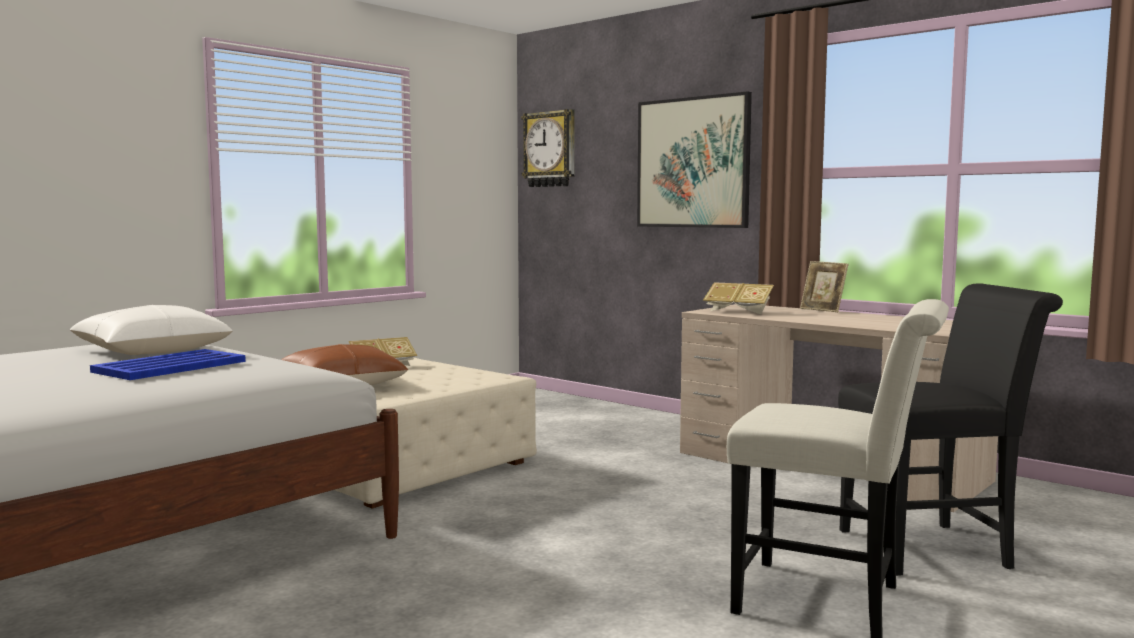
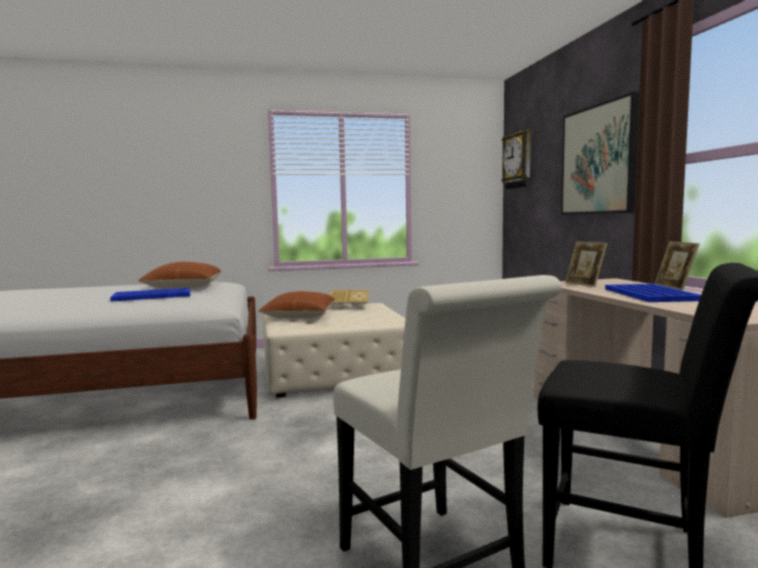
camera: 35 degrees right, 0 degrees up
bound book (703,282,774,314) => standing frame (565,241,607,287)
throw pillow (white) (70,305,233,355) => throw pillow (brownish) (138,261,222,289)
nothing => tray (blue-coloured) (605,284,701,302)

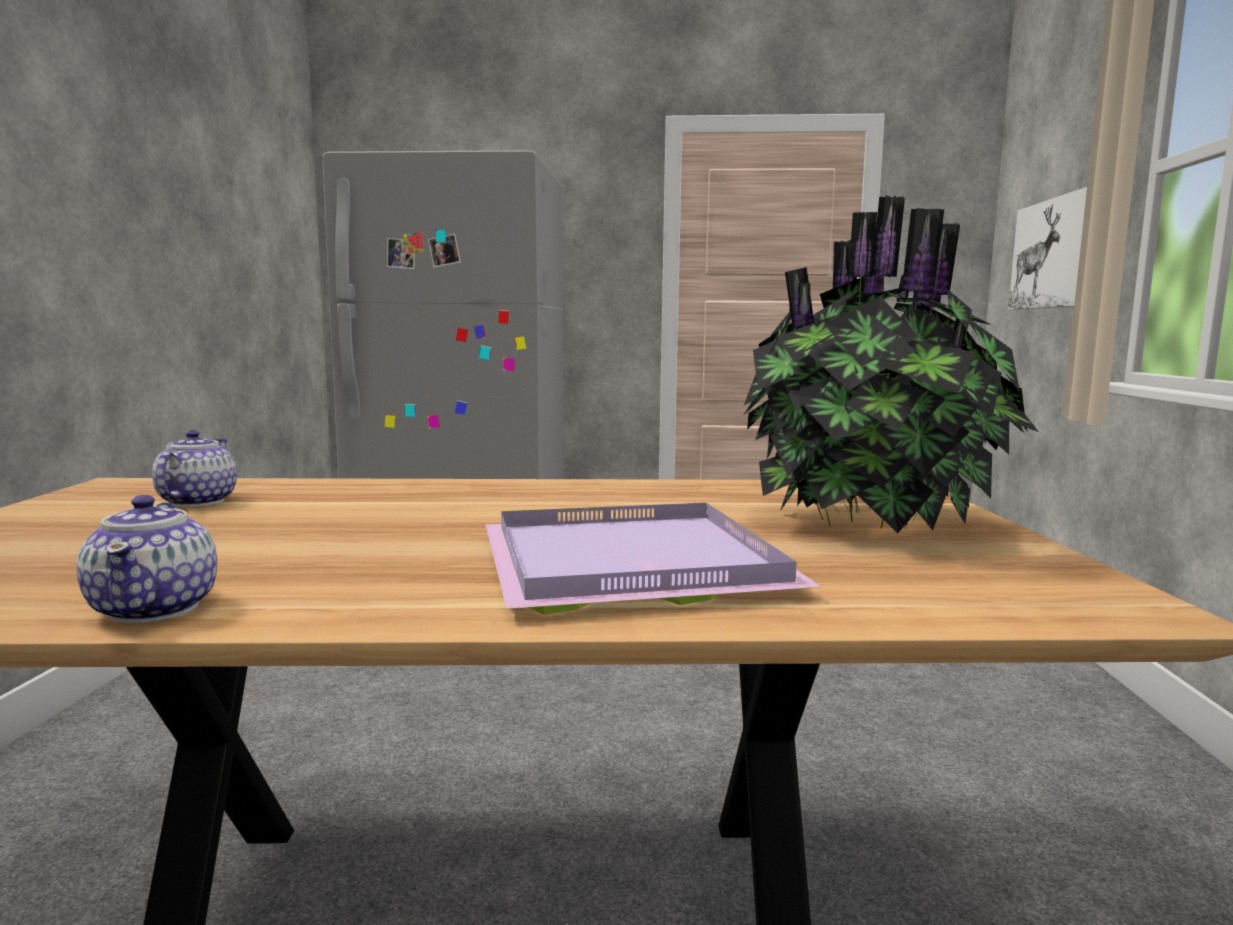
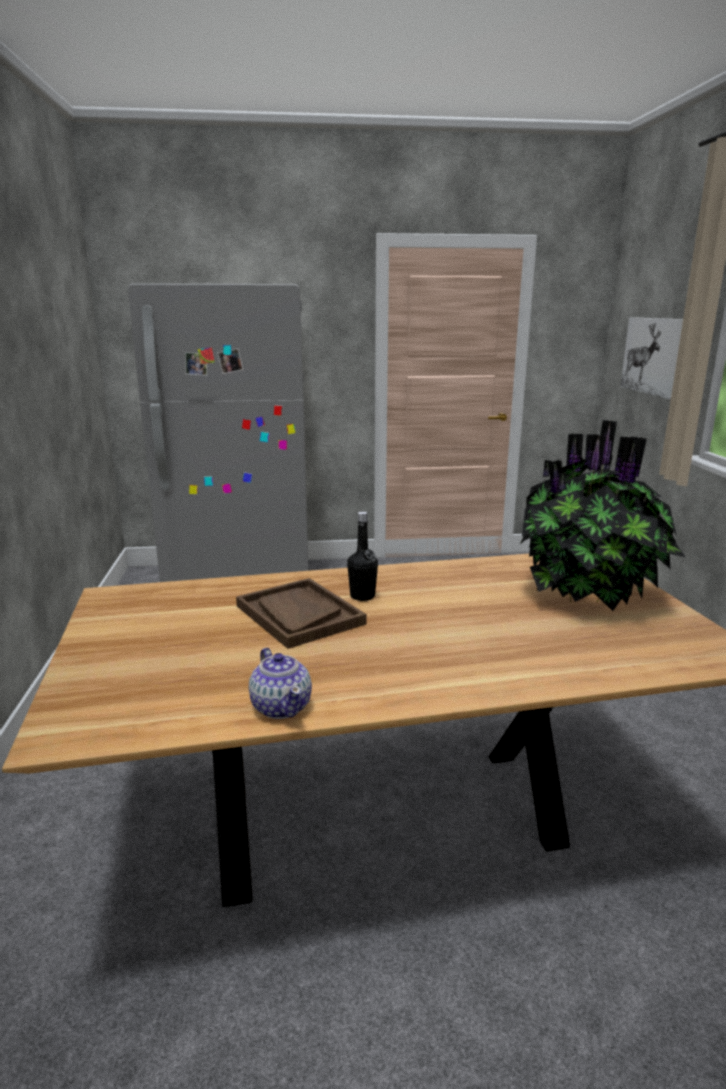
camera: 10 degrees left, 10 degrees up
tea pot (152,430,237,507) => nothing
tray (purple) (486,503,821,615) => nothing
nothing => beverage bottle (black-coloured) (347,512,378,601)
nothing => tray (brownish) (236,578,367,649)

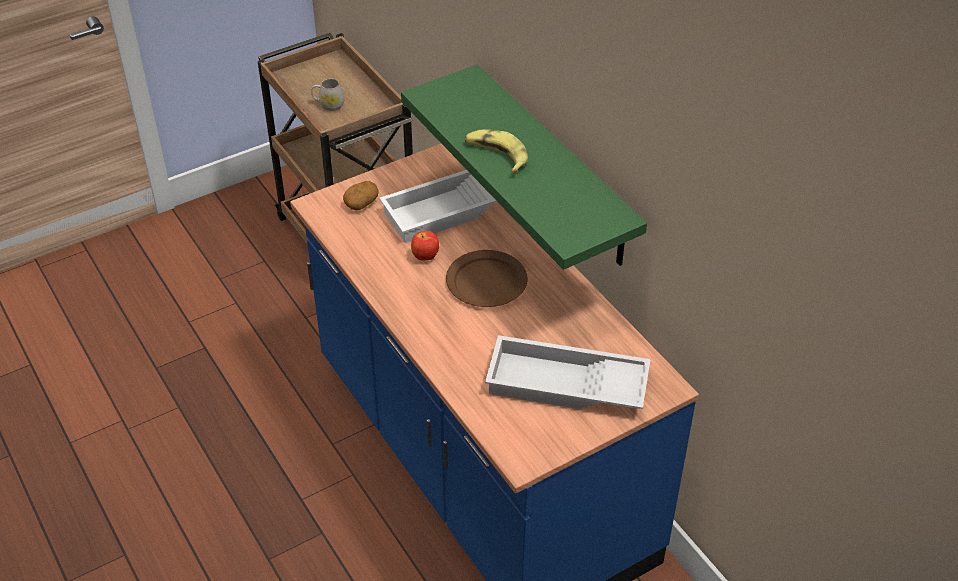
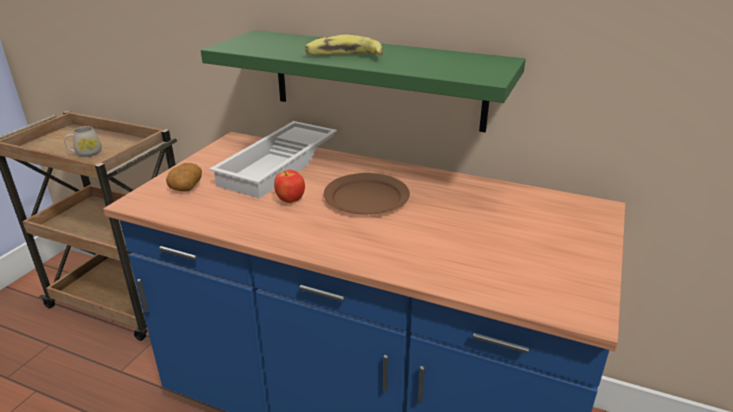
camera: 35 degrees left, 15 degrees down
tray (white) (485,335,651,409) => nothing

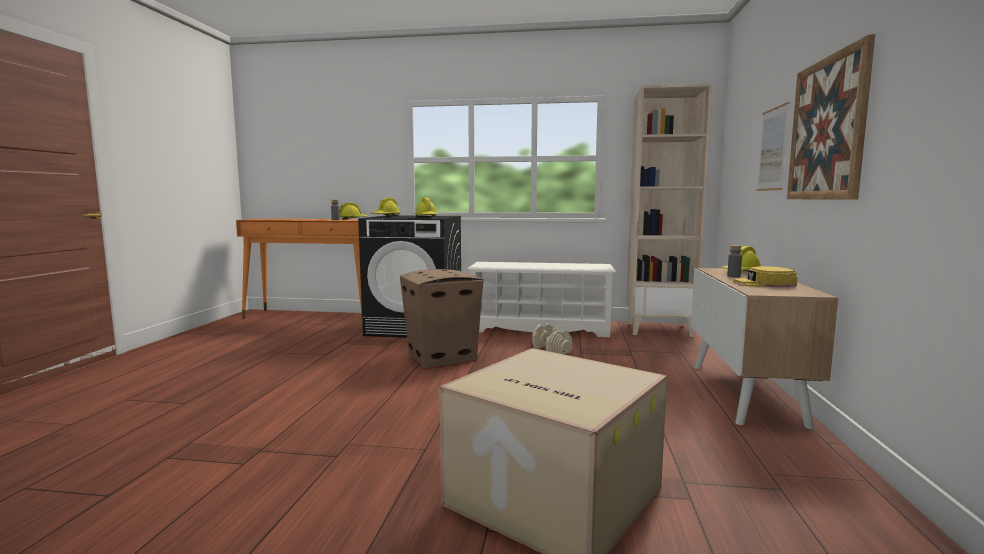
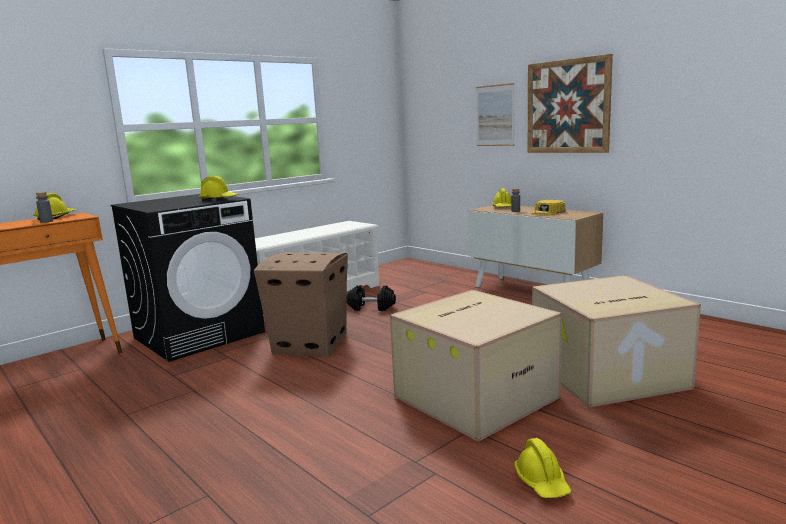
camera: 50 degrees left, 5 degrees up
bookshelf (sand-coloured) (626,84,712,337) => nothing
work helmet (yellow) (371,198,401,216) => work helmet (yellow) (514,438,571,498), shifted
dumbbell (sand-coloured) (532,324,573,354) => dumbbell (black-coloured) (347,285,396,311)
nothing => packing box (390,290,562,442)

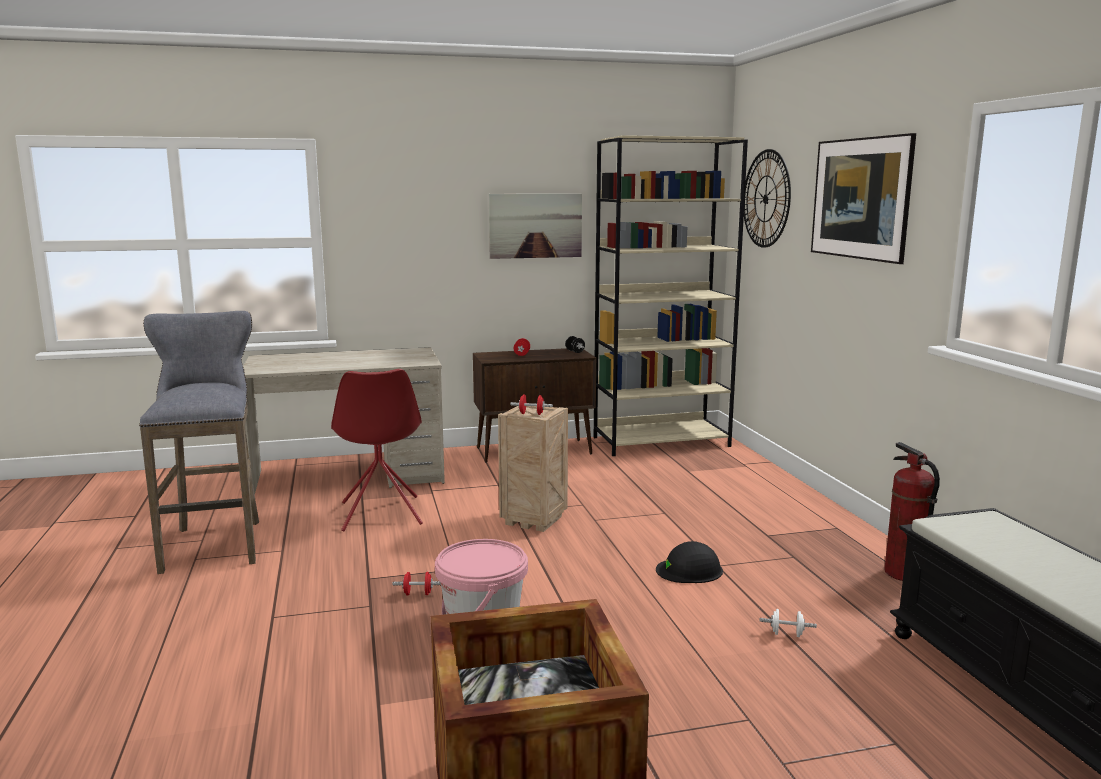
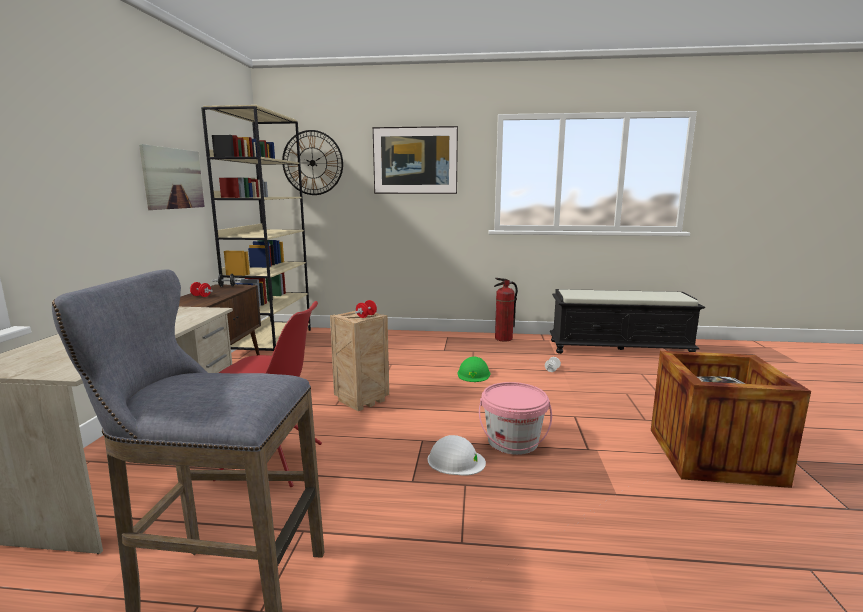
camera: 70 degrees left, 0 degrees up
work helmet (black-coloured) (656,541,723,583) => work helmet (green-coloured) (458,356,490,382)
dumbbell (red) (392,572,441,596) => work helmet (white) (427,435,486,476)

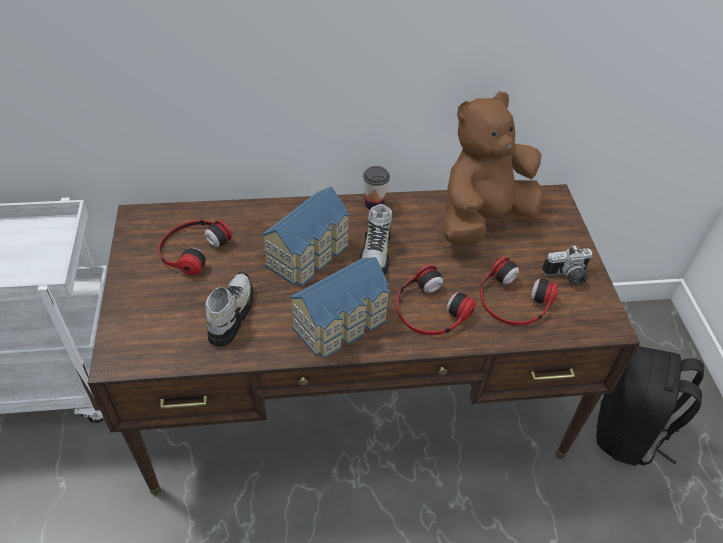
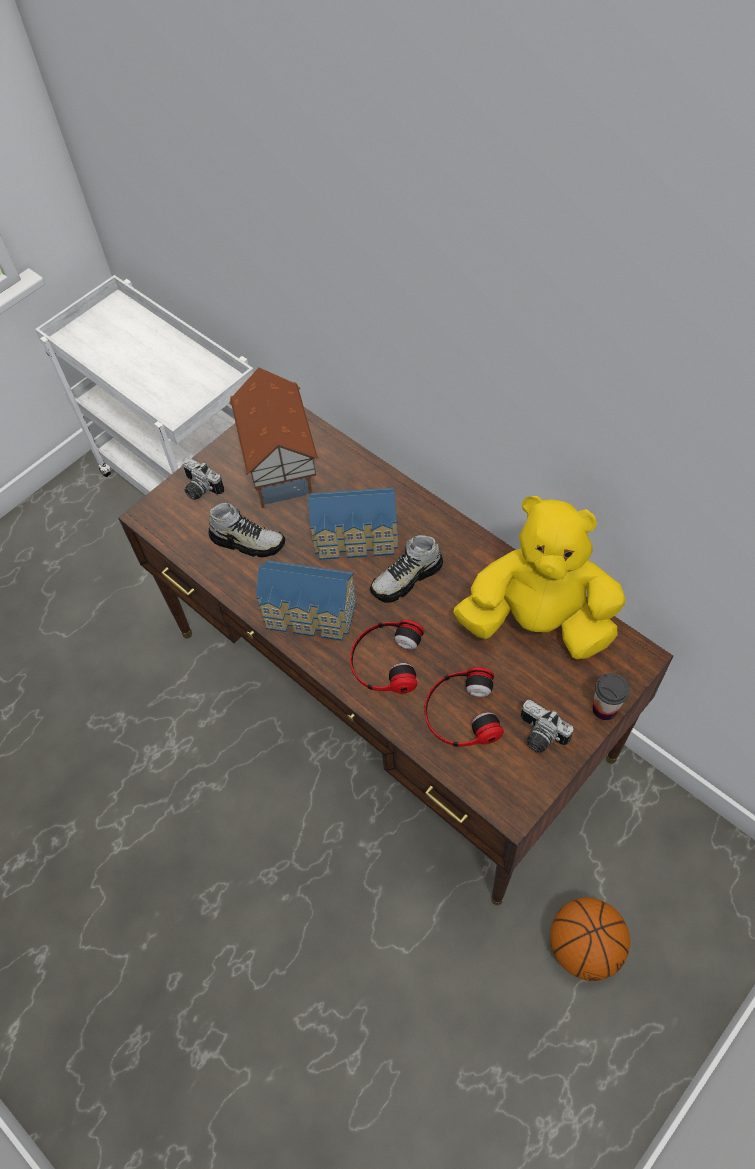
camera: 55 degrees right, 10 degrees up
soft toy (brownish) (443,91,542,245) => soft toy (yellow) (453,496,626,660)
drinking cup (363,166,390,210) => drinking cup (592,673,630,720), shifted
headphones (158,220,232,276) => toy house (229,368,319,508)
shoe (206,272,253,346) => shoe (208,503,285,557), 45 degrees clockwise
rucksack (black-coloured) (596,346,704,466) => ball for basketball (550,898,630,981)
nothing => still camera (182,457,224,500)

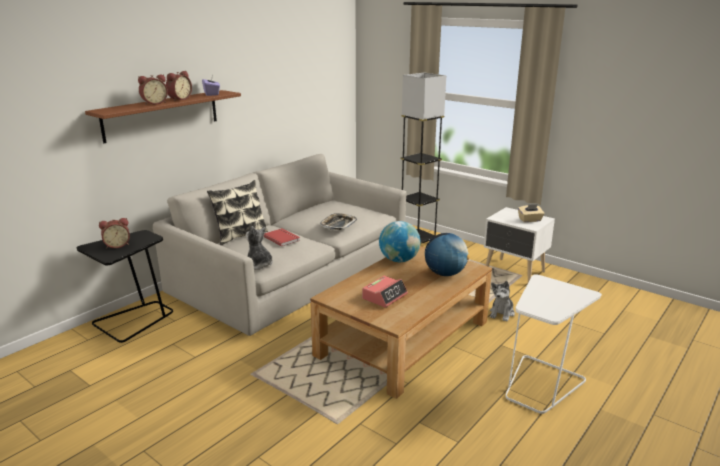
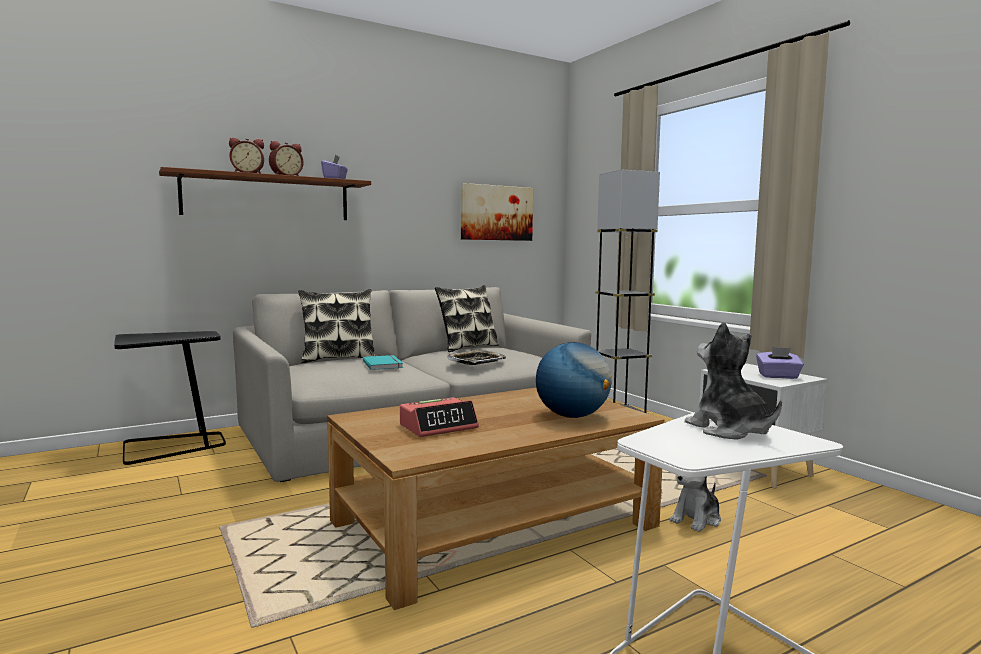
camera: 20 degrees right, 15 degrees down
tissue box (sand-coloured) (518,204,544,222) => tissue box (purple) (756,347,804,379)
bedside clock (99,218,130,249) => nothing
world globe (379,221,421,262) => nothing
soft toy (246,226,273,270) => soft toy (685,322,782,440), shifted
bound book (red) (264,228,300,246) => bound book (blue-green) (363,355,403,370)
nothing => wall art (461,183,533,241)
nothing => throw pillow (435,285,499,352)

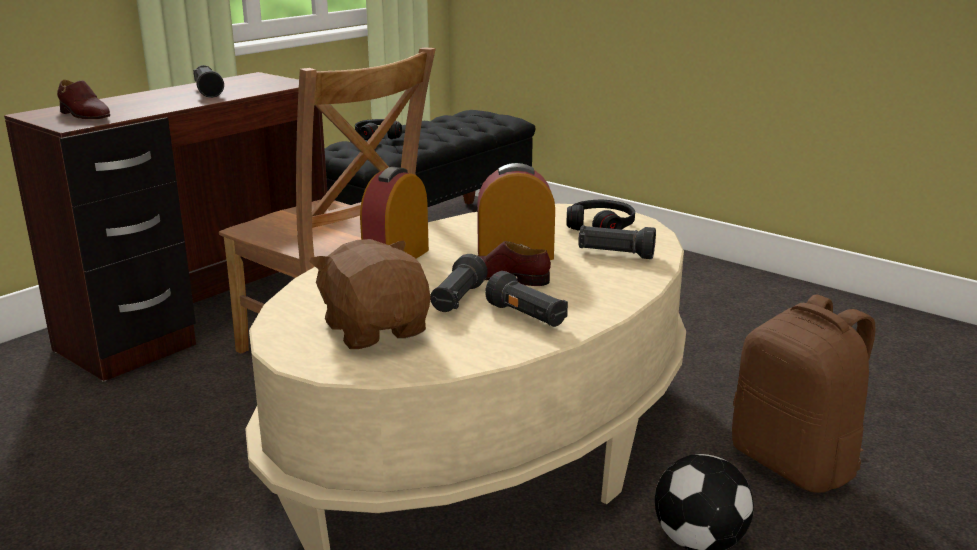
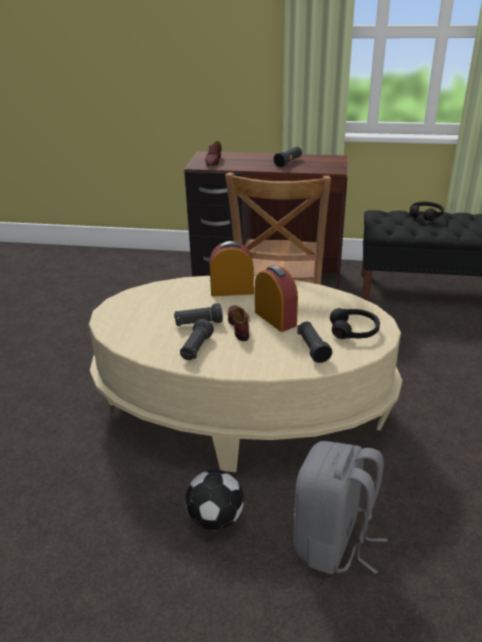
camera: 60 degrees right, 10 degrees up
soft toy (brownish) (309,239,431,349) => nothing
rucksack (brownish) (732,294,876,493) => rucksack (greyish) (293,441,387,574)

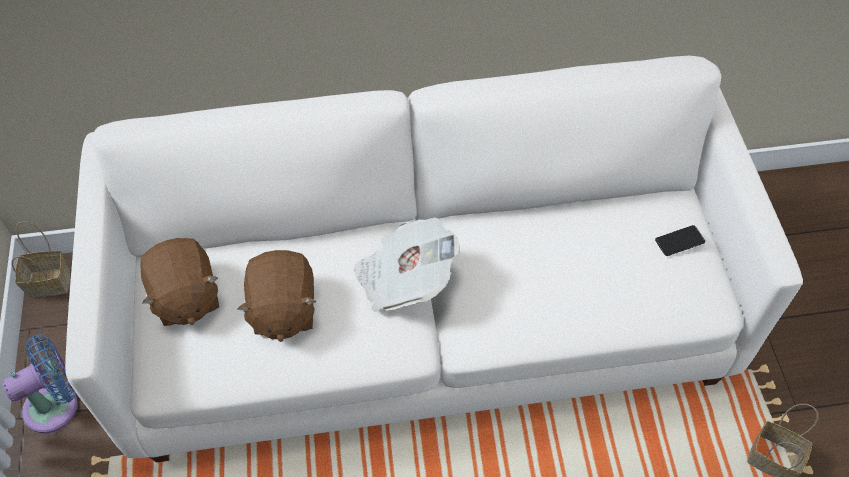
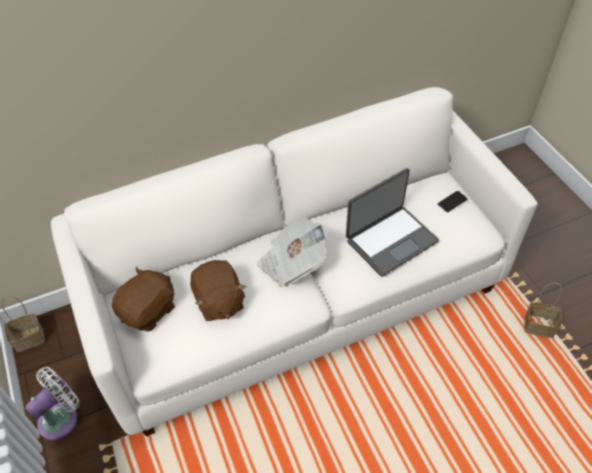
camera: 15 degrees left, 5 degrees down
soft toy (brownish) (141,238,219,326) => soft toy (brownish) (112,267,175,332), 105 degrees counterclockwise
fan (blue-coloured) (2,334,78,433) => fan (white) (25,367,79,440)
nothing => portable computer (346,168,439,277)

